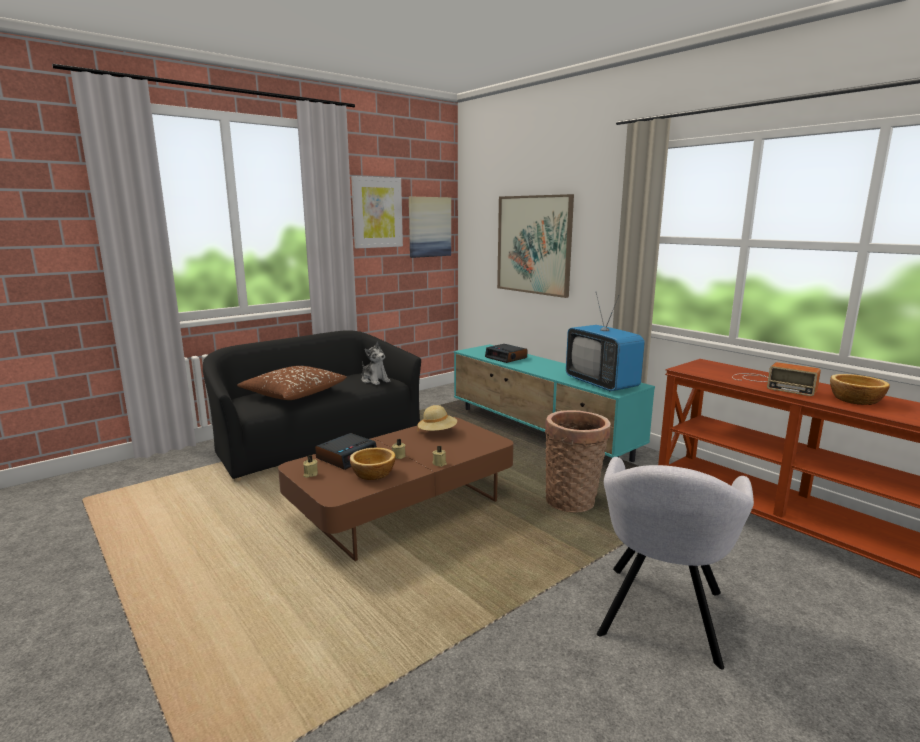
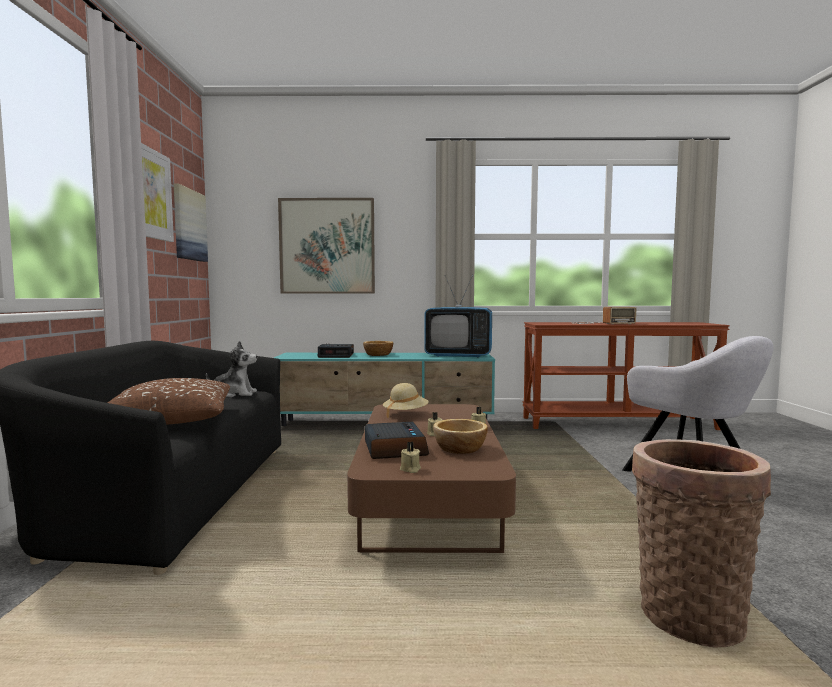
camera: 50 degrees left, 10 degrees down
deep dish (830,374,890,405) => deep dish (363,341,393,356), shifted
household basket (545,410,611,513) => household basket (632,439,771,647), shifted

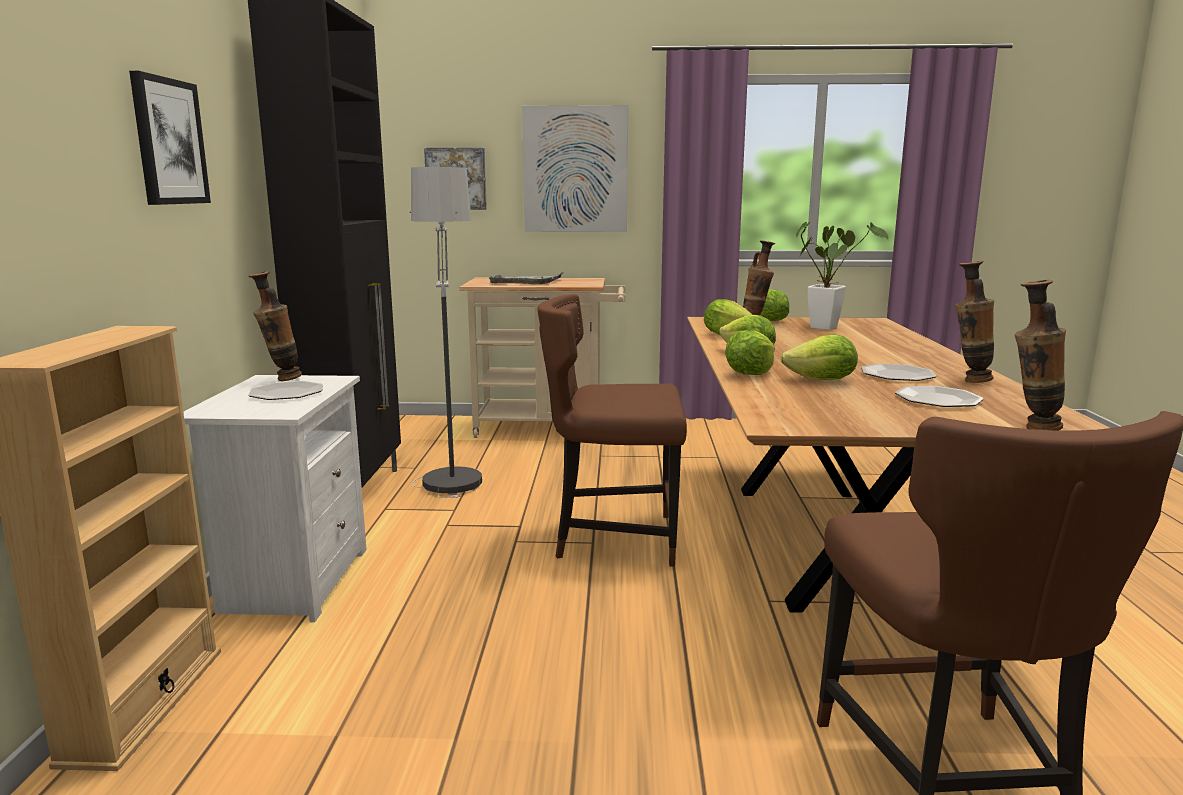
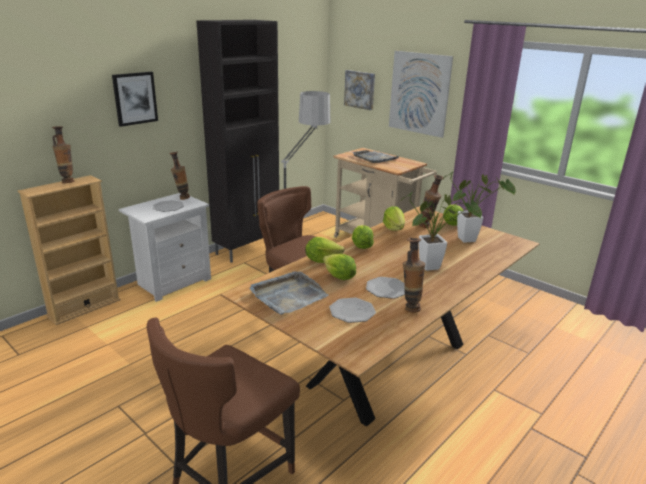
camera: 40 degrees right, 10 degrees up
decorative vase (1015,280,1066,430) => decorative vase (52,126,74,184), shifted
nothing => plant in a pot (400,192,482,271)
nothing => tray (greyish) (250,271,329,315)

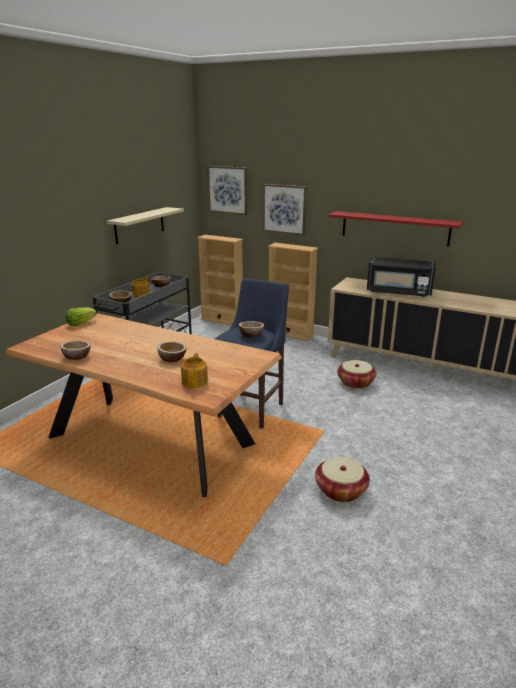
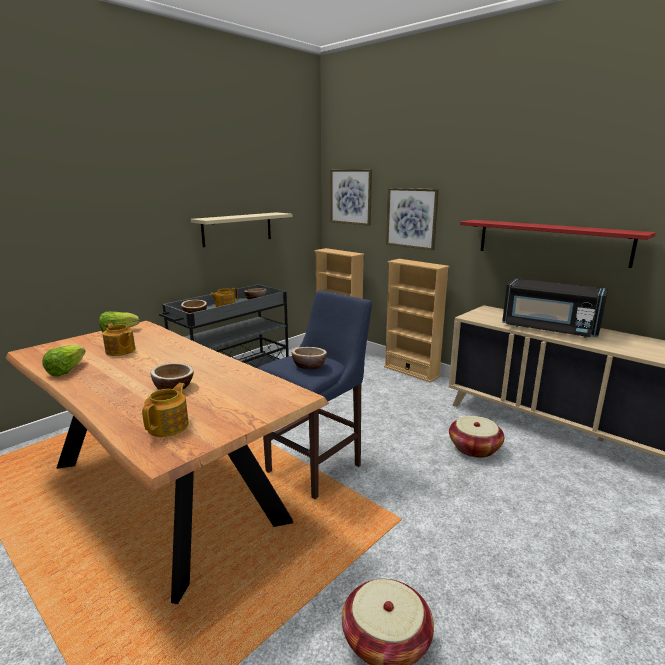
camera: 15 degrees right, 5 degrees down
deep dish (60,341,91,360) => lettuce (42,345,86,377)
nothing => tea pot (103,323,135,356)

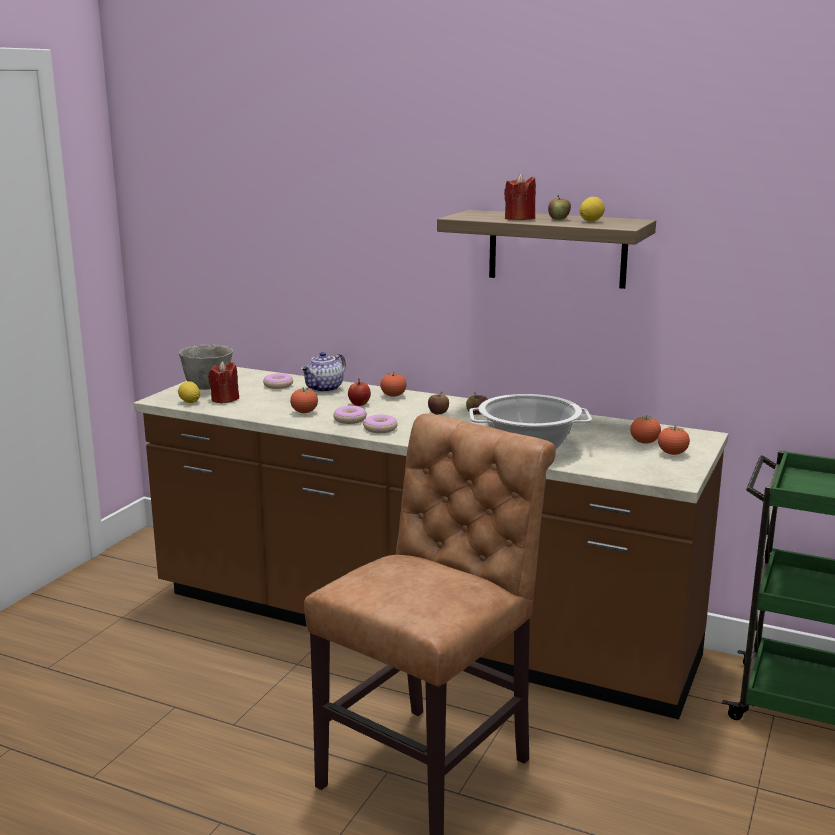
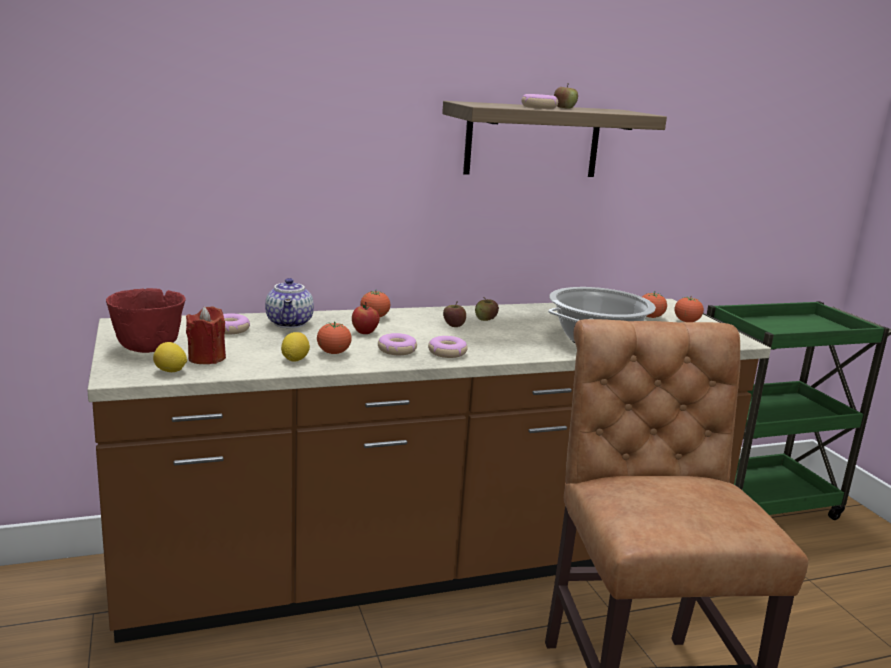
camera: 45 degrees left, 0 degrees up
candle (red) (504,173,536,220) => ring doughnut (522,94,558,109)
citrus fruit (579,197,605,222) => citrus fruit (281,332,310,361), shifted
deep dish (greyish) (179,344,233,390) => deep dish (red) (106,288,185,353)

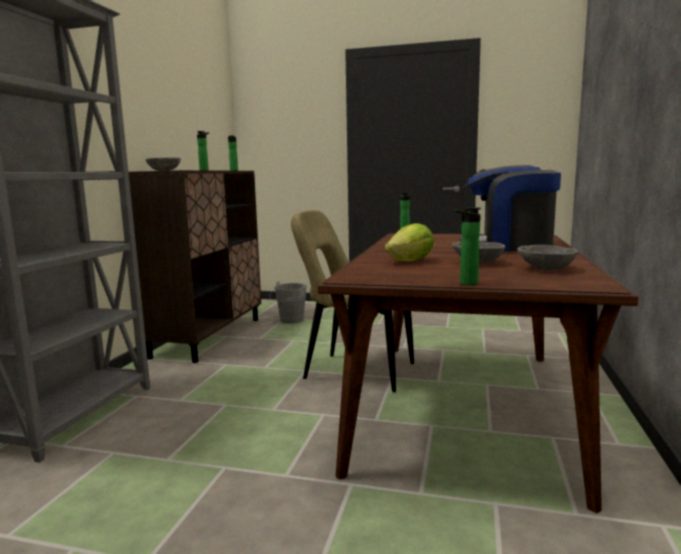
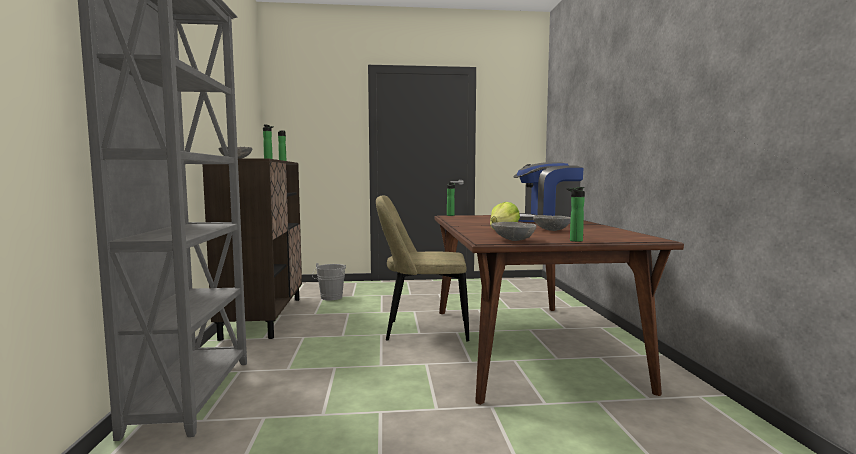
camera: 20 degrees left, 5 degrees down
deep dish (greyish) (517,245,578,270) => deep dish (greyish) (491,222,537,241), shifted

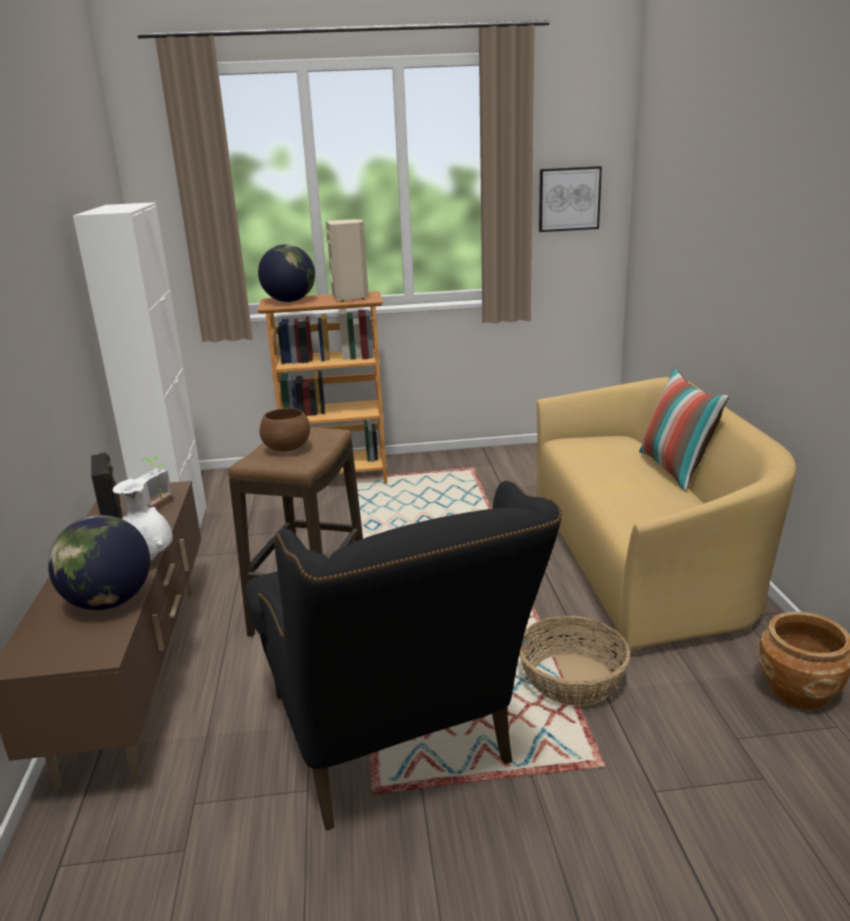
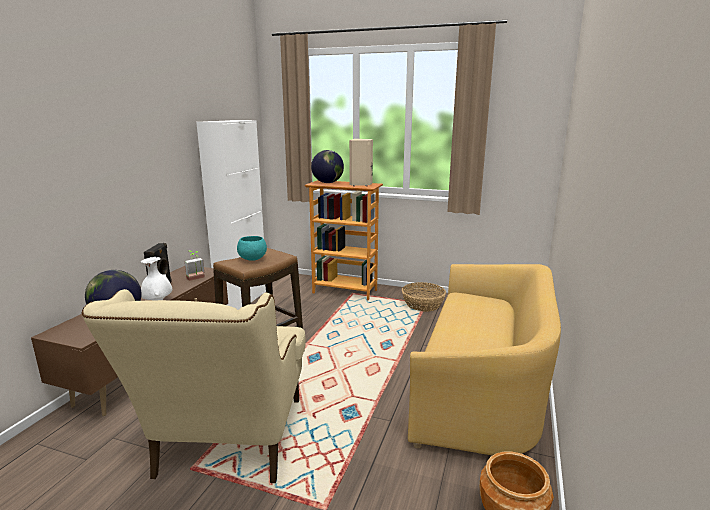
camera: 25 degrees right, 5 degrees down
wall art (539,166,602,232) => nothing
throw pillow (639,367,729,491) => nothing
deep dish (brownish) (260,408,310,451) => deep dish (blue-green) (237,236,267,261)
lounge chair (black-coloured) (246,481,562,831) => lounge chair (sand-coloured) (82,289,306,483)
household basket (519,616,630,706) => household basket (402,282,446,312), shifted

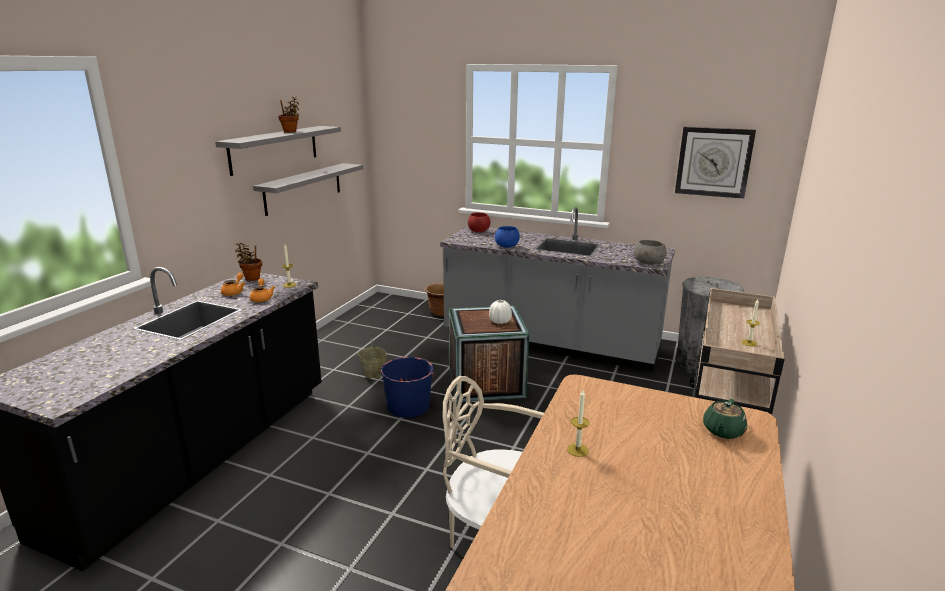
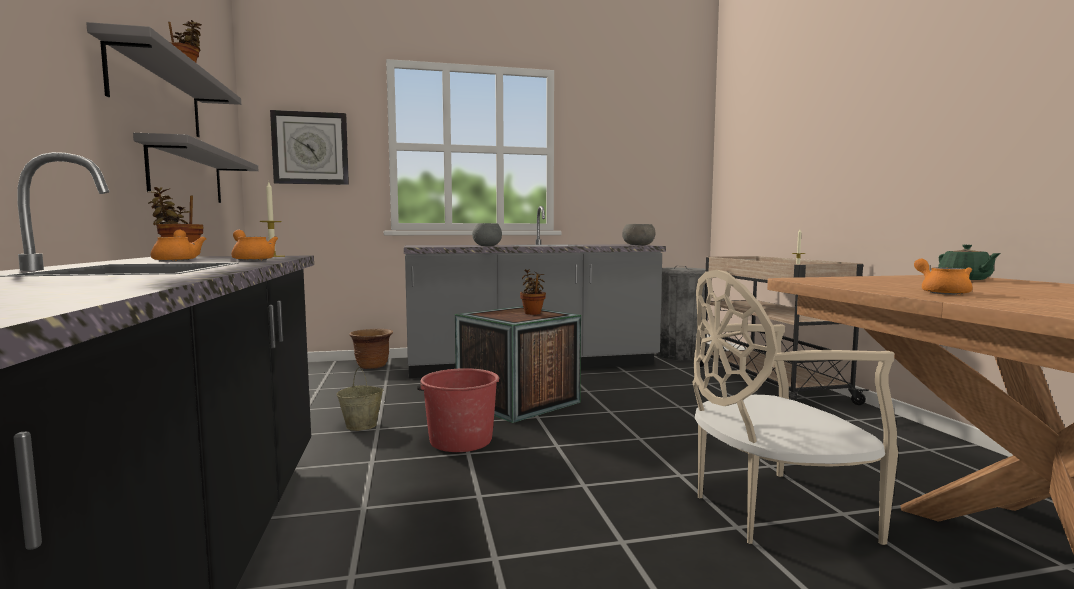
camera: 35 degrees left, 15 degrees down
clock on the wall (675,127,756,199) => clock on the wall (270,110,349,185), shifted
deep dish (red) (468,213,491,232) => nothing
deep dish (blue-coloured) (495,226,520,248) => deep dish (greyish) (472,223,502,246)
decorative vase (white) (489,300,512,324) => plant in a pot (520,269,546,315)
water bucket (blue-coloured) (380,357,436,418) => water bucket (red) (417,368,500,452)
candle (567,390,590,457) => tea pot (orange-coloured) (914,259,973,295)

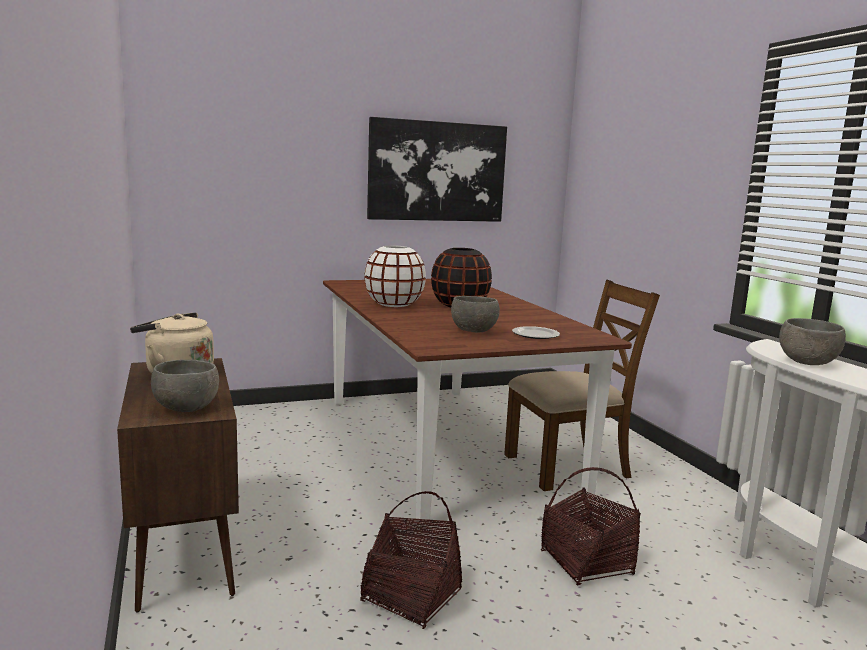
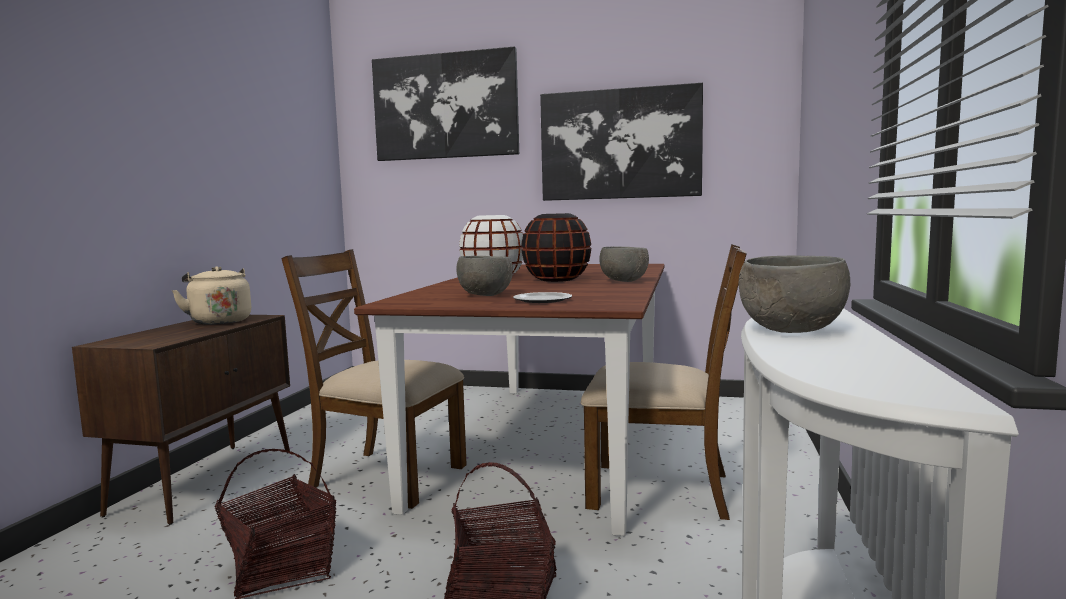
camera: 35 degrees right, 5 degrees down
deep dish (greyish) (151,360,219,412) => deep dish (greyish) (599,247,649,282), shifted
nothing => wall art (372,46,519,161)
nothing => chair (brownish) (281,249,467,509)

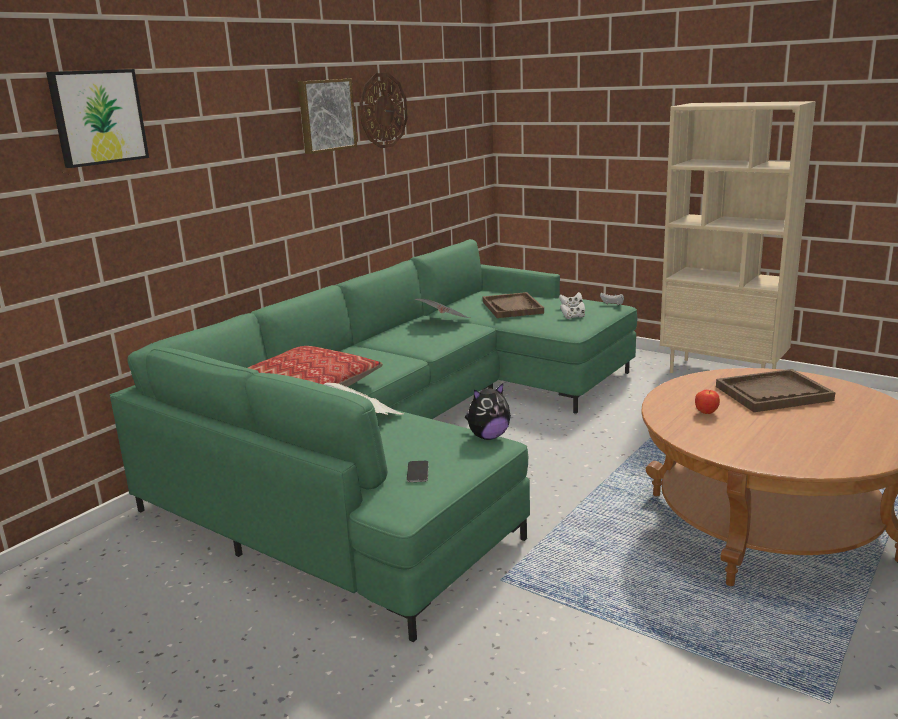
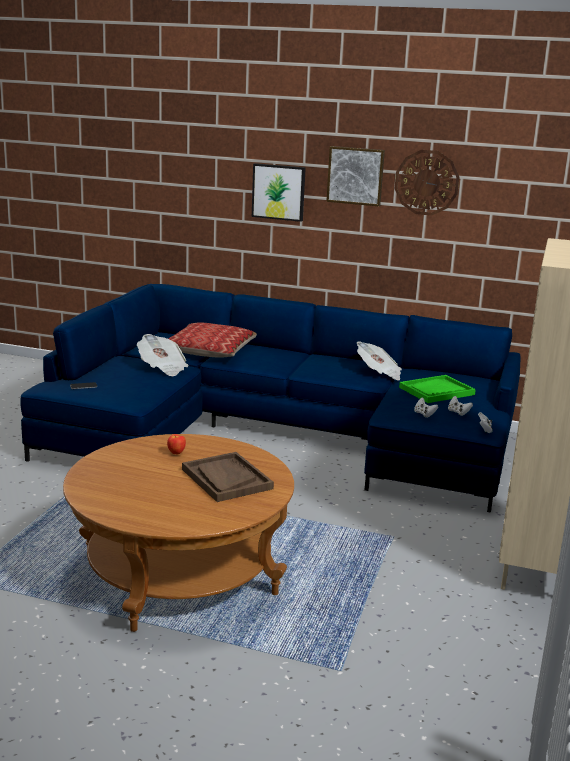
camera: 70 degrees right, 0 degrees up
wall art (46,69,149,168) => wall art (252,163,306,222), shifted
settee (green-coloured) (110,239,637,642) => settee (blue-coloured) (20,284,521,513)
tray (brownish) (483,292,544,318) => tray (green-coloured) (399,375,476,403)
soft toy (465,383,511,440) => nothing

